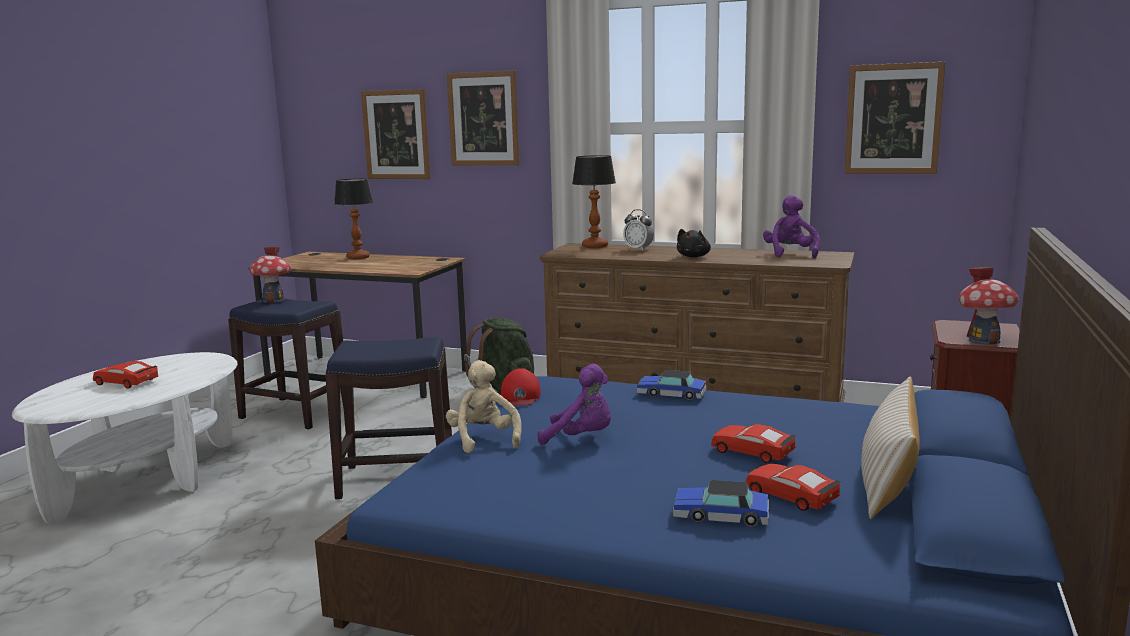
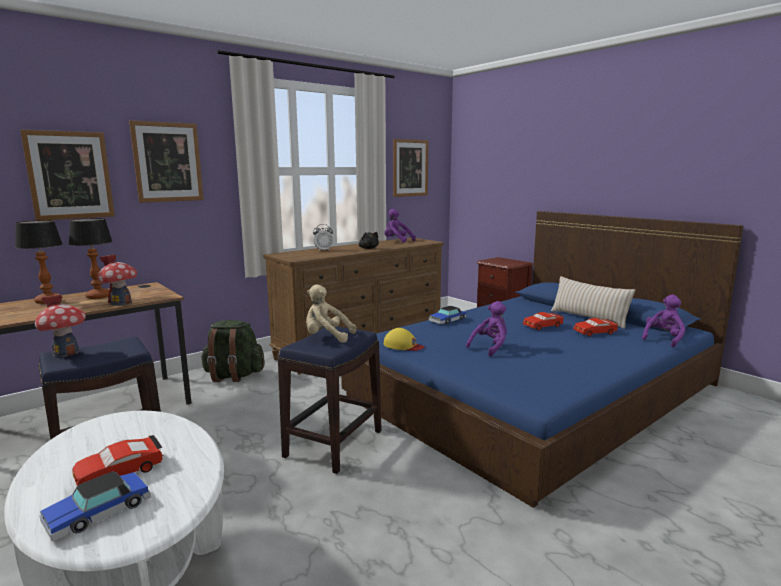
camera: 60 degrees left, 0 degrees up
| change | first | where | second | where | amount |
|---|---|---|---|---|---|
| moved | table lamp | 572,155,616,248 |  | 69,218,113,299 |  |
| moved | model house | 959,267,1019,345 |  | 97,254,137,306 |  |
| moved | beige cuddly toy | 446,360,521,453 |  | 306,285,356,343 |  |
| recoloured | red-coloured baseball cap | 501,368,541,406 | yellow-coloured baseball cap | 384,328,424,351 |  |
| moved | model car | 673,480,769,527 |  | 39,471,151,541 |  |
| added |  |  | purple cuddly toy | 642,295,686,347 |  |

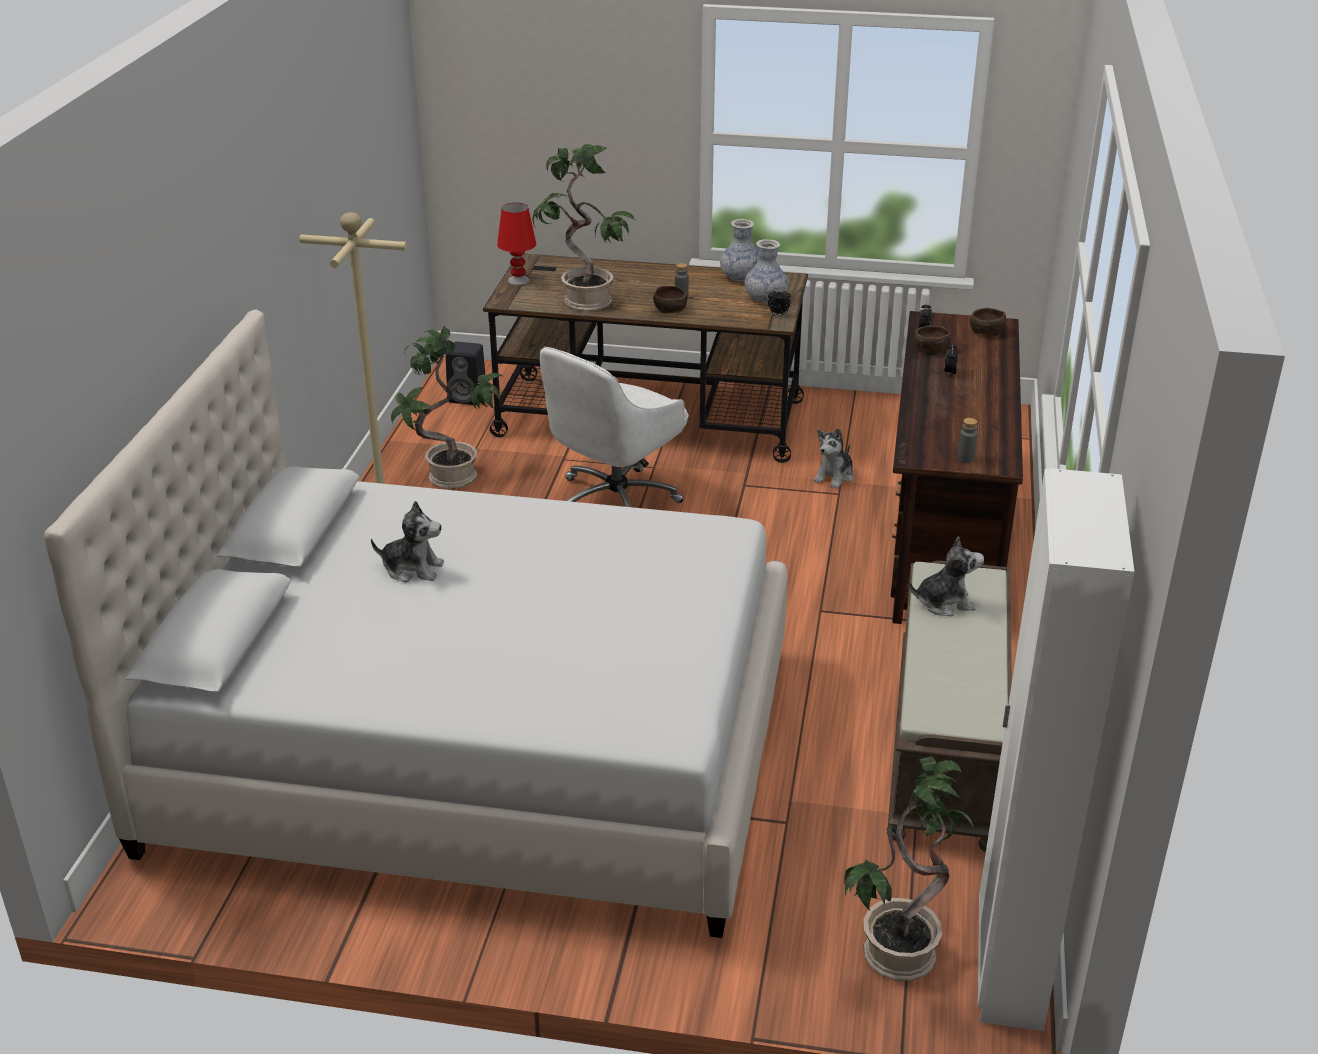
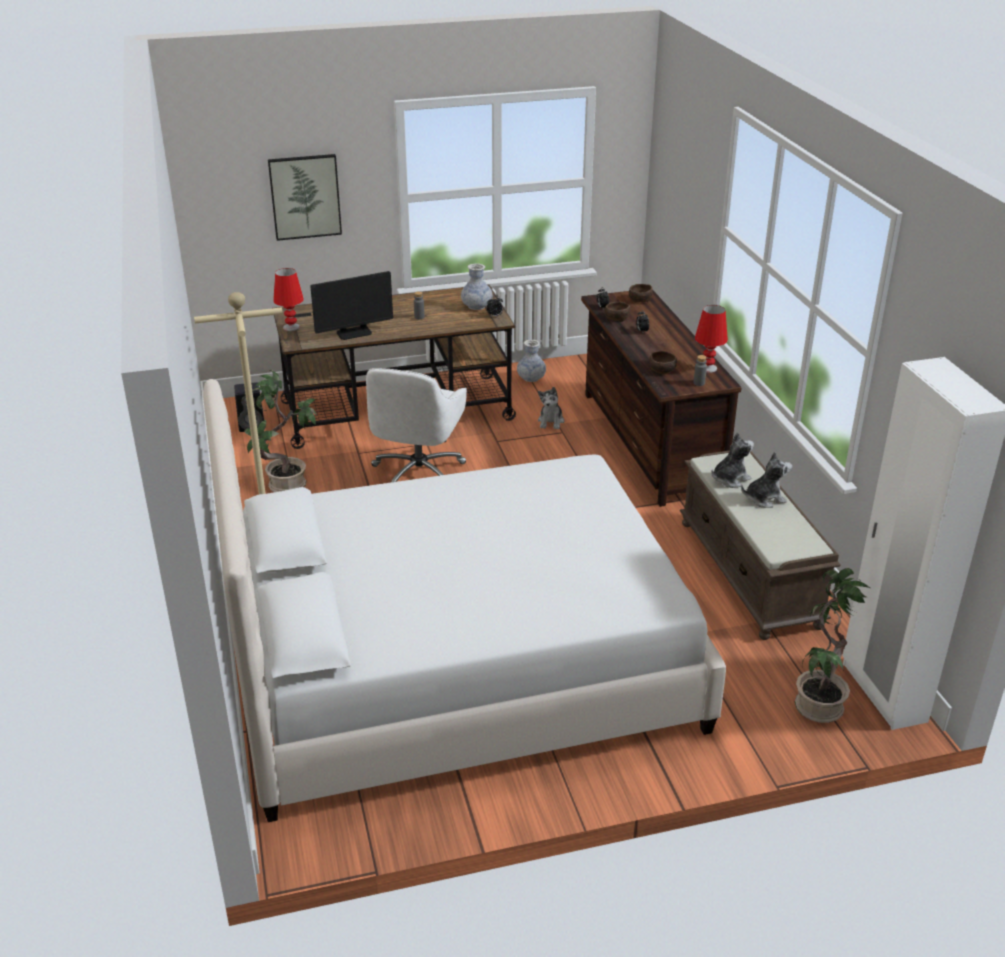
camera: 25 degrees left, 0 degrees up
| change | first | where | second | where | amount |
|---|---|---|---|---|---|
| replaced | plant in a pot | 532,144,636,311 | computer display | 310,271,393,340 |  |
| moved | decorative vase | 720,219,759,282 |  | 517,340,546,382 |  |
| moved | brownish serving bowl | 653,286,688,314 |  | 649,351,677,374 |  |
| moved | cuddly toy | 371,501,444,583 |  | 741,452,792,508 |  |
| added |  |  | wall art | 268,154,342,241 |  |
| added |  |  | red-coloured table lamp | 695,305,728,373 |  |

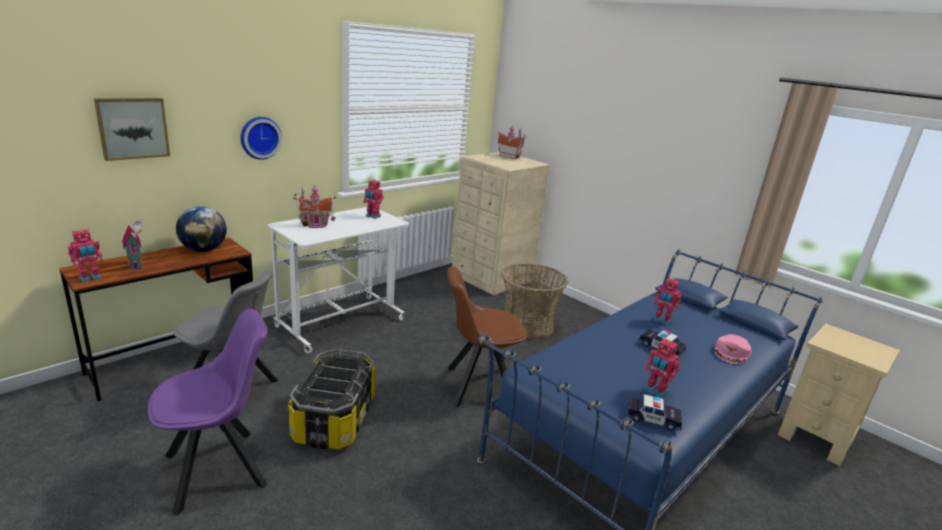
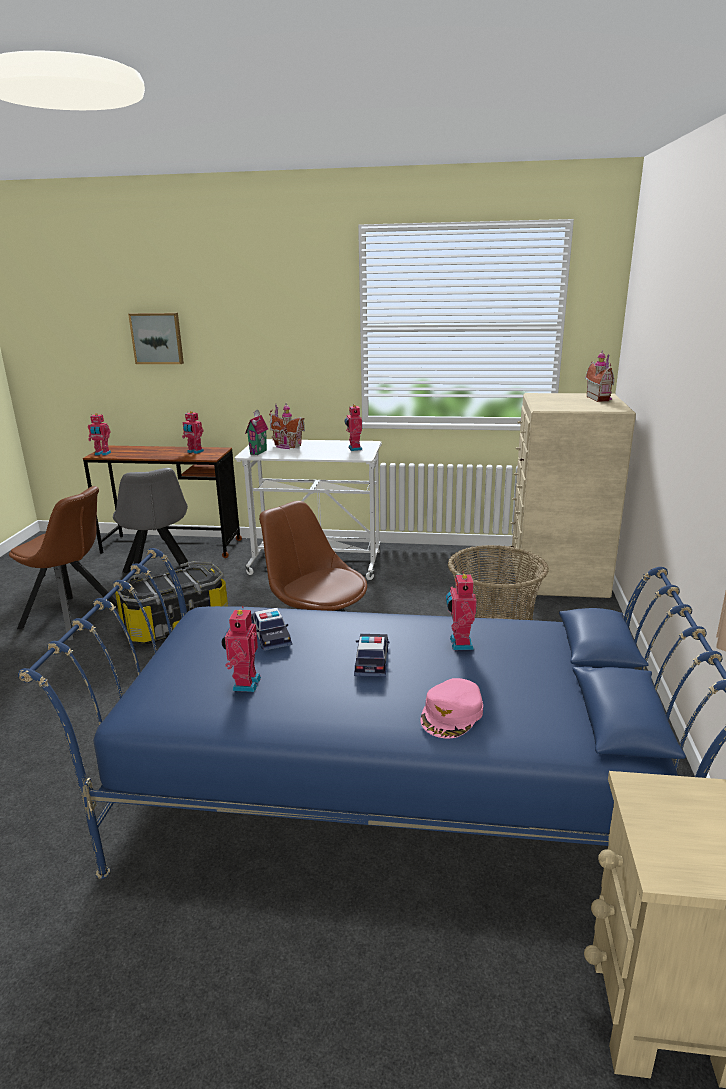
camera: 55 degrees right, 0 degrees up
| change | first | where | second | where | amount |
|---|---|---|---|---|---|
| removed | hanging clock | 240,117,282,160 |  |  |  |
| replaced | desk globe | 176,206,227,252 | model robot | 182,411,204,454 |  |
| moved | model house | 122,221,142,270 |  | 245,410,268,455 |  |
| recoloured | purple upright chair | 148,309,268,516 | brownish upright chair | 9,486,118,640 |  |
| turned | pink baseball cap | 715,334,751,364 |  | 421,678,483,738 | 60 degrees counterclockwise |
| moved | model car | 627,394,682,431 |  | 251,608,292,650 |  |

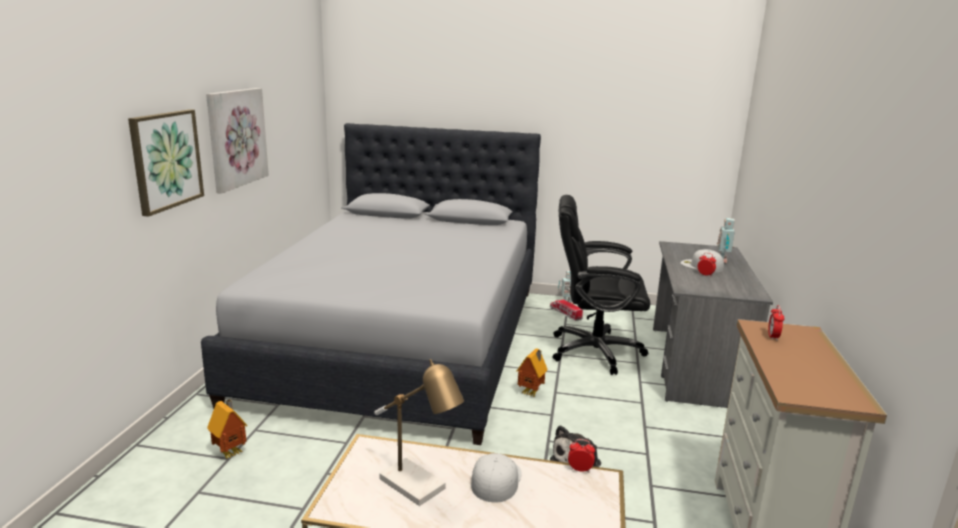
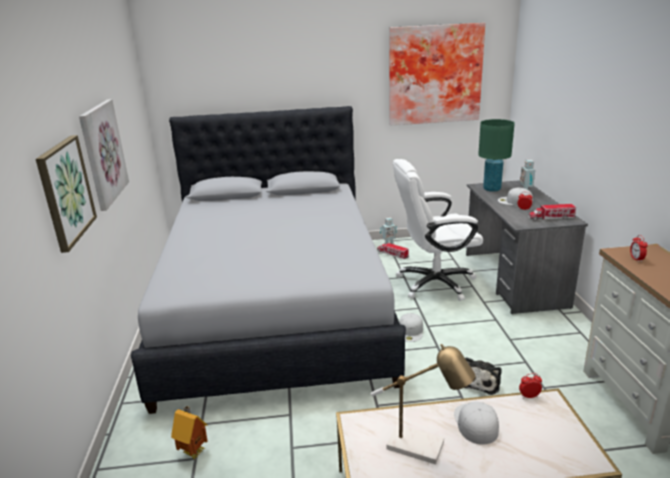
camera: 15 degrees left, 5 degrees up
| change | first | where | second | where | amount |
|---|---|---|---|---|---|
| recoloured | black-coloured desk chair | 552,195,650,375 | whitish desk chair | 393,159,483,301 |  |
| replaced | model house | 517,349,548,397 | whitish baseball cap | 399,313,423,342 |  |
| added |  |  | wall art | 390,23,485,126 |  |
| added |  |  | green-coloured table lamp | 478,119,515,192 |  |
| added |  |  | toy lorry | 528,204,576,221 |  |

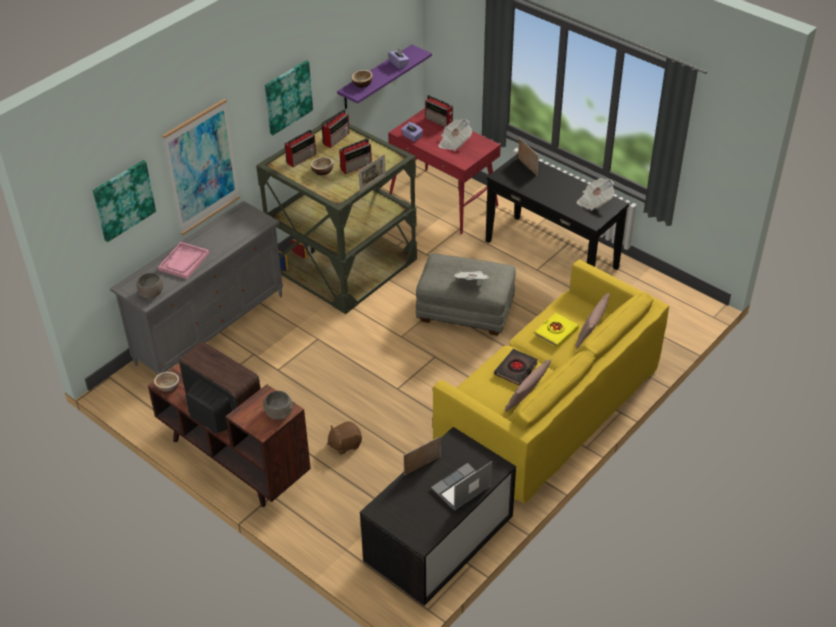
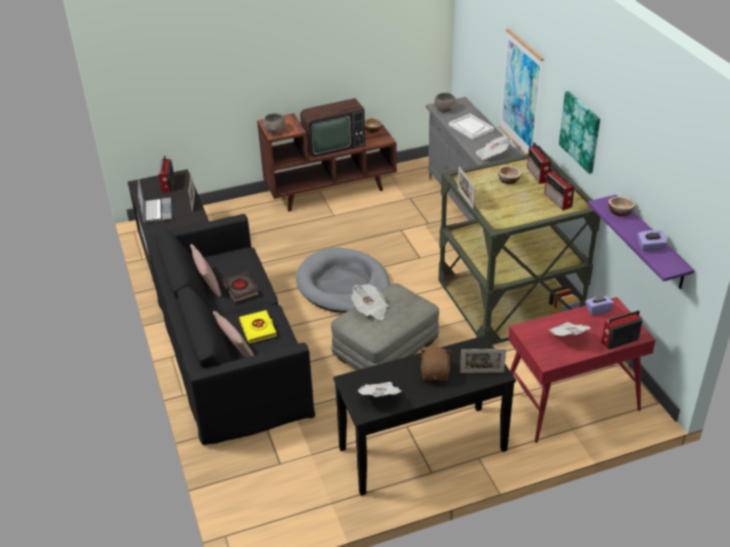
camera: 120 degrees right, 5 degrees down
| change | first | where | second | where | amount |
|---|---|---|---|---|---|
| moved | radio receiver | 339,138,372,174 |  | 159,156,174,193 |  |
| removed | wall art | 93,160,156,242 |  |  |  |
| recoloured | pink serving tray | 158,242,209,279 | whitish serving tray | 449,114,494,140 |  |
| recoloured | yellow-coloured couch | 433,259,669,503 | black-coloured couch | 146,214,315,445 |  |
| moved | brownish cuddly toy | 327,421,362,455 |  | 420,347,451,381 |  |
| added |  |  | printed paper | 476,135,512,160 |  |
| added |  |  | gray dog bed | 296,248,390,313 |  |

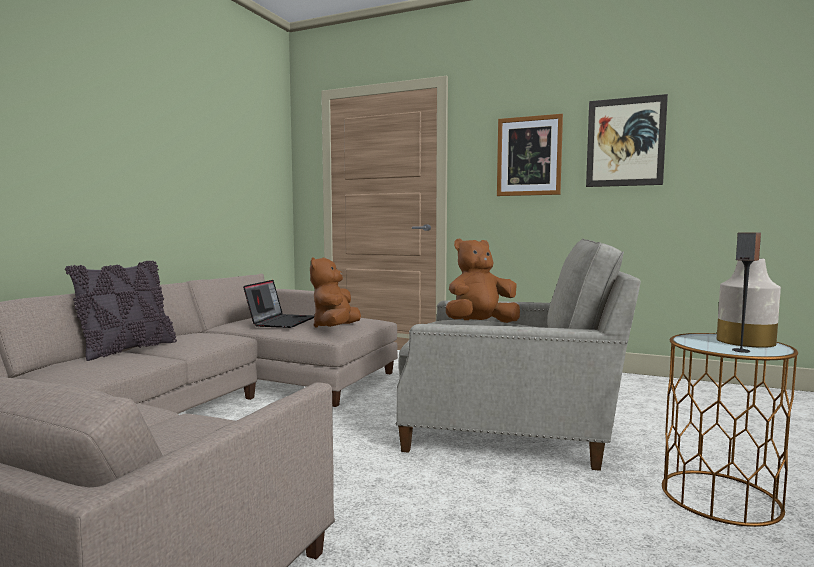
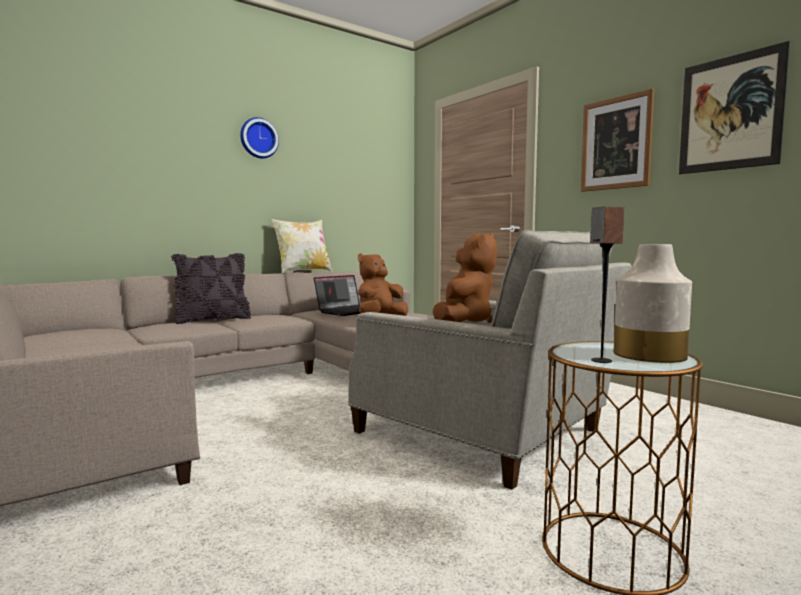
camera: 30 degrees right, 0 degrees up
| change | first | where | second | where | amount |
|---|---|---|---|---|---|
| turned | brownish cuddly toy | 446,238,520,323 |  | 433,232,497,323 | 105 degrees clockwise |
| added |  |  | hanging clock | 240,117,279,158 |  |
| added |  |  | cushion | 272,219,333,273 |  |

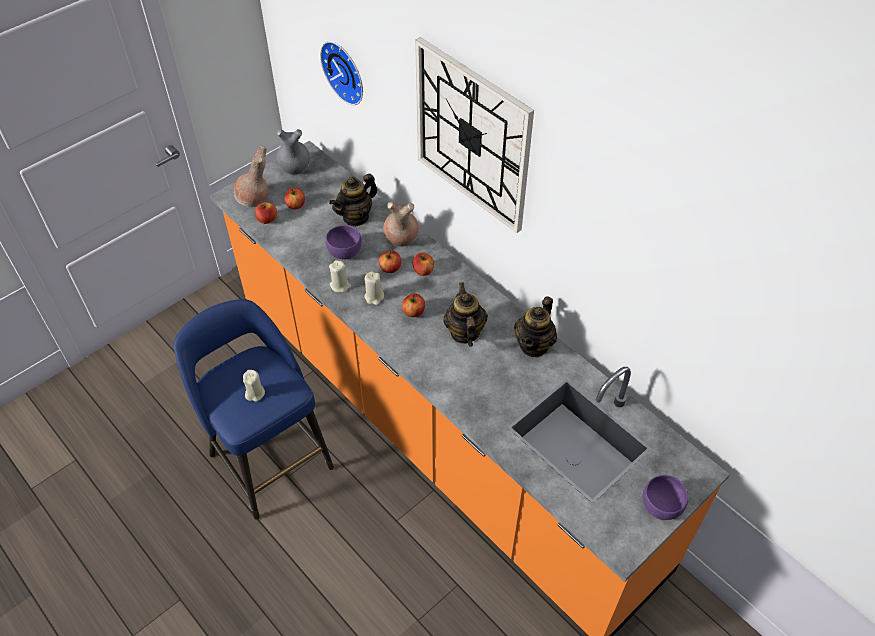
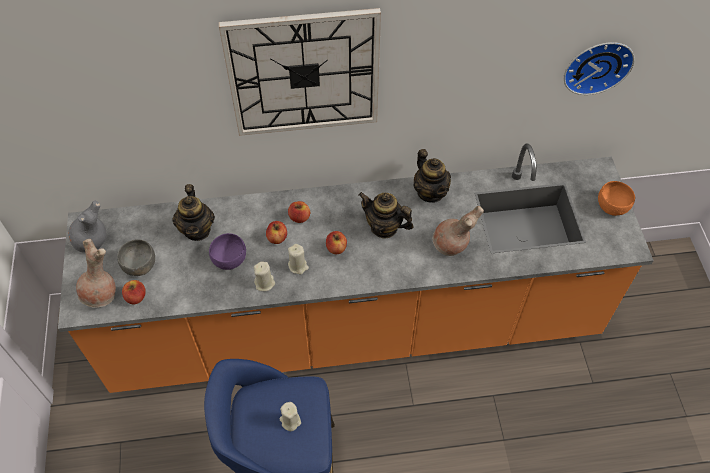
camera: 55 degrees left, 5 degrees up
| change | first | where | second | where | amount |
|---|---|---|---|---|---|
| moved | hanging clock | 320,41,363,105 |  | 564,42,635,95 |  |
| replaced | whole apple | 284,187,305,210 | gray serving bowl | 117,239,155,276 |  |
| moved | brownish decorative vase | 383,202,419,247 |  | 433,206,484,256 |  |
| recoloured | purple serving bowl | 643,475,689,520 | orange serving bowl | 598,181,635,216 |  |

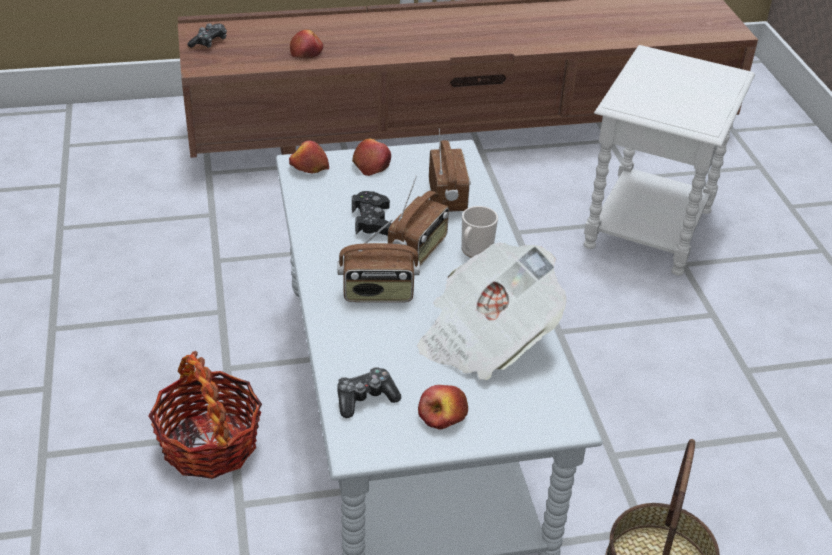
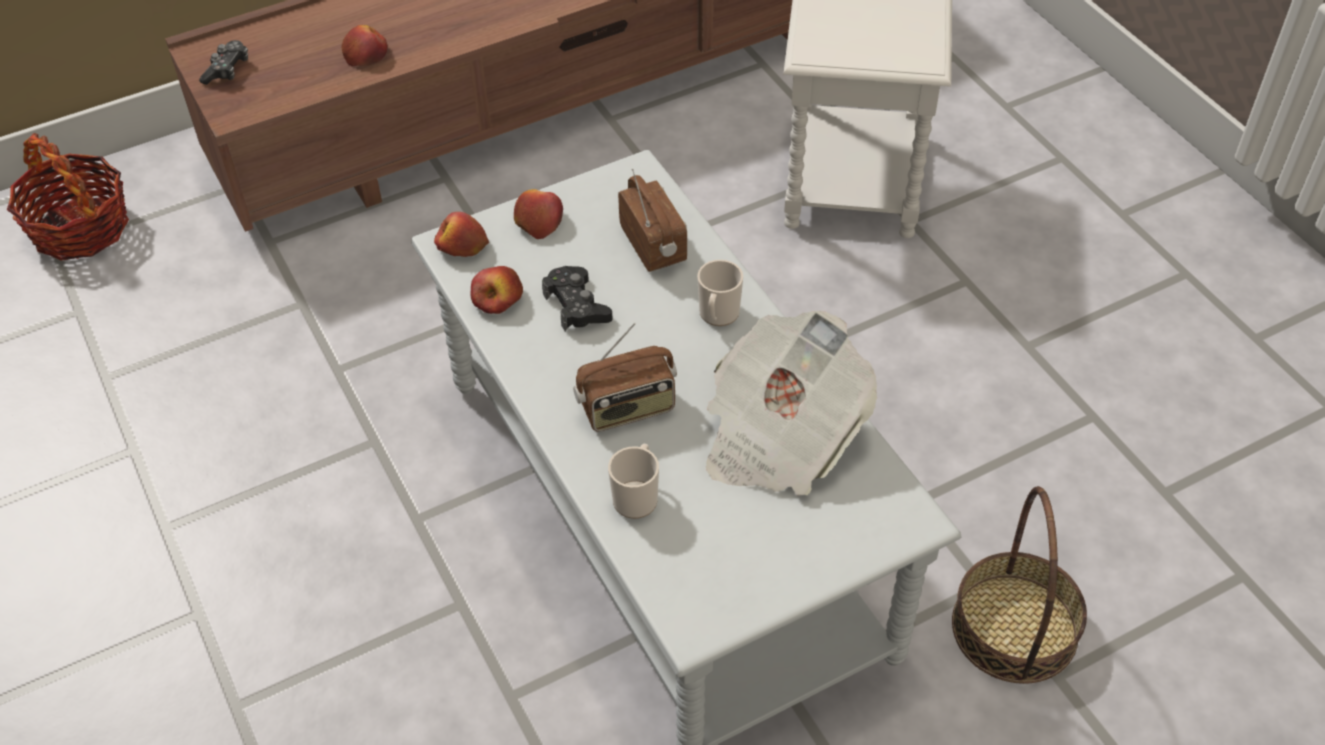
camera: 15 degrees left, 10 degrees up
| change | first | where | second | where | amount |
|---|---|---|---|---|---|
| removed | radio receiver | 388,175,449,266 |  |  |  |
| moved | storage basket | 149,351,262,479 |  | 7,133,129,261 |  |
| removed | gamepad | 337,367,401,418 |  |  |  |
| moved | whole apple | 418,385,468,430 |  | 470,266,523,314 |  |
| added |  |  | mug | 608,444,659,519 |  |

